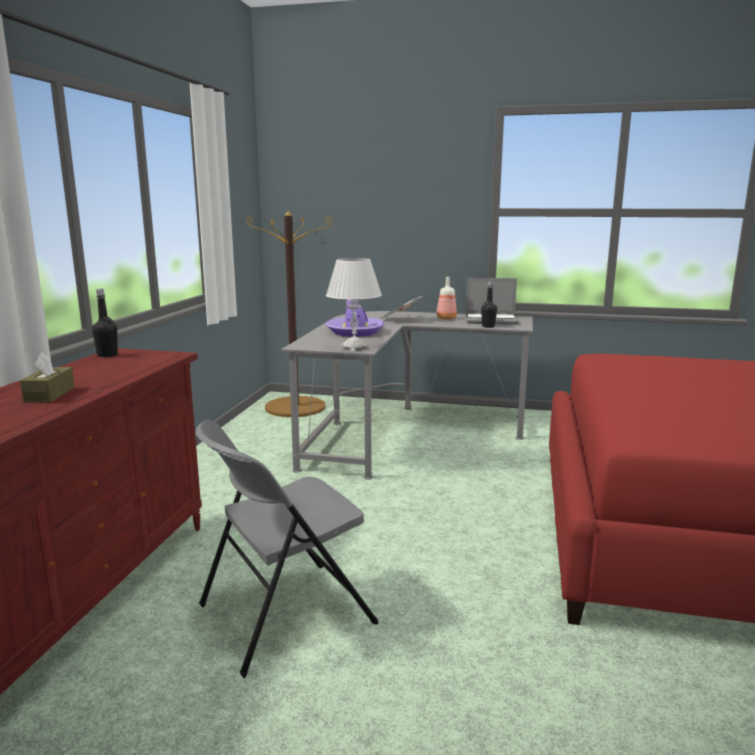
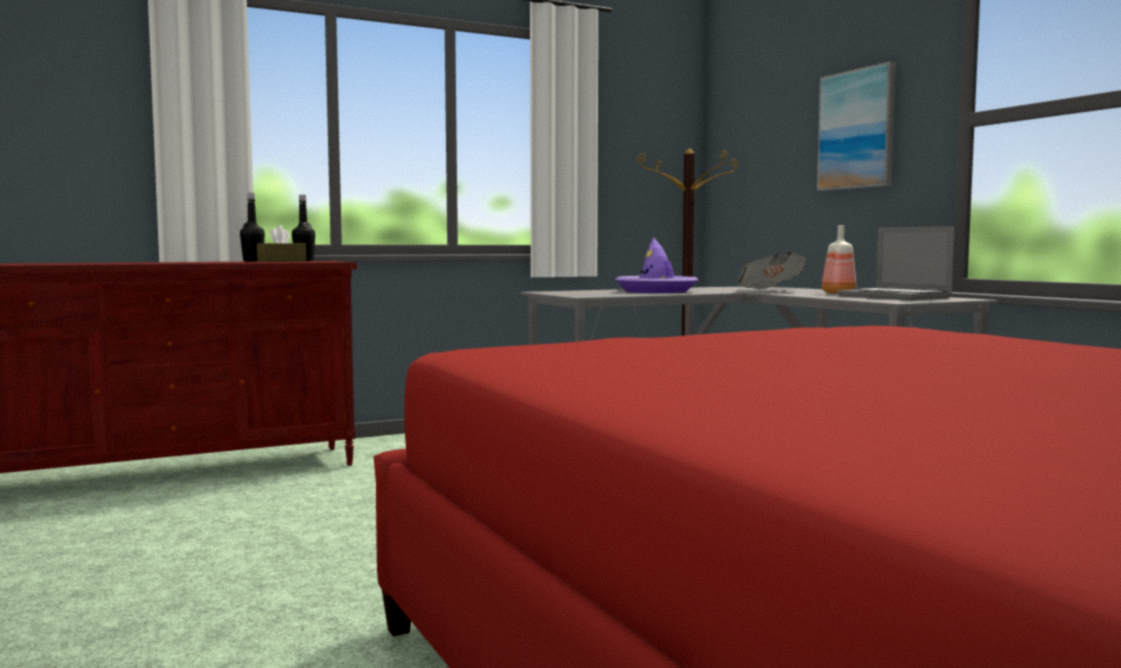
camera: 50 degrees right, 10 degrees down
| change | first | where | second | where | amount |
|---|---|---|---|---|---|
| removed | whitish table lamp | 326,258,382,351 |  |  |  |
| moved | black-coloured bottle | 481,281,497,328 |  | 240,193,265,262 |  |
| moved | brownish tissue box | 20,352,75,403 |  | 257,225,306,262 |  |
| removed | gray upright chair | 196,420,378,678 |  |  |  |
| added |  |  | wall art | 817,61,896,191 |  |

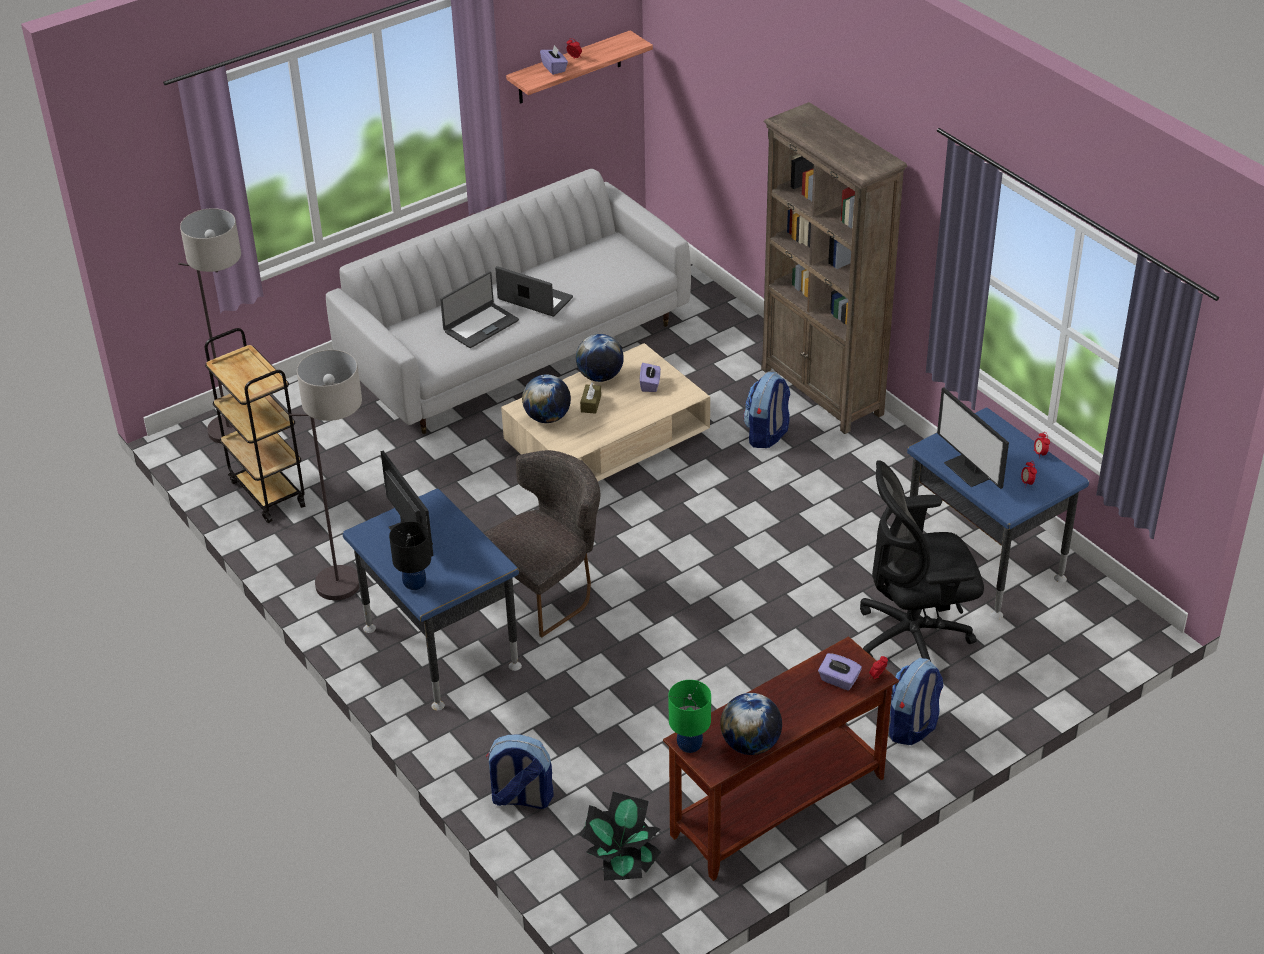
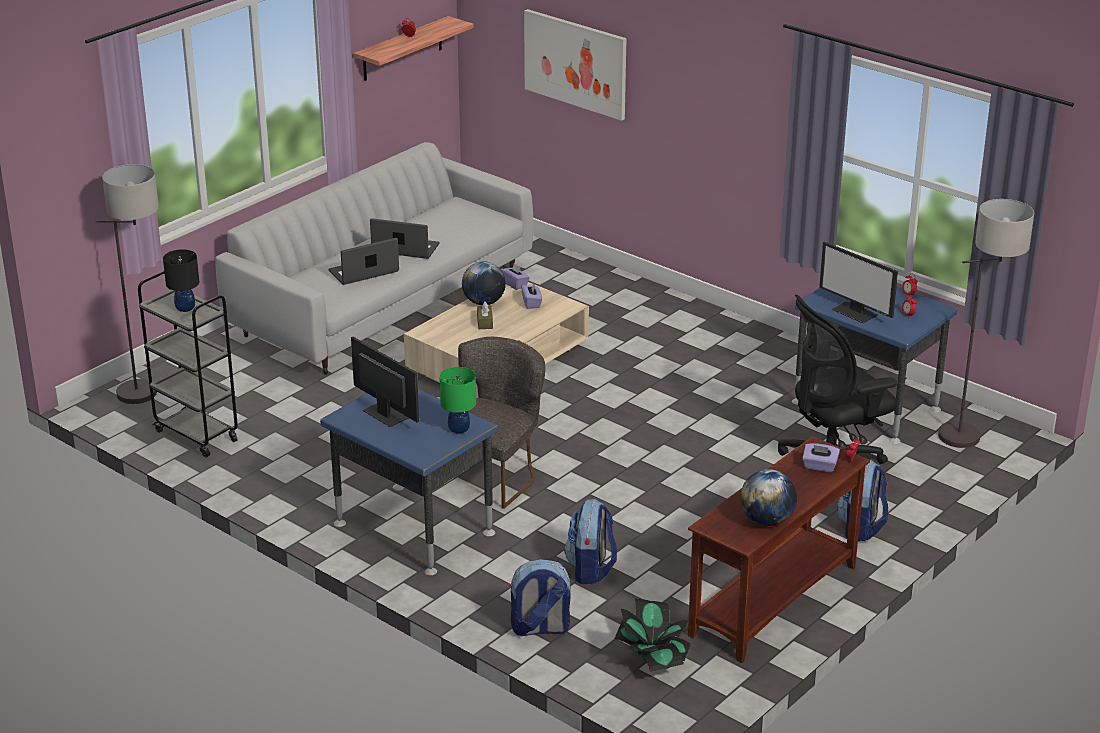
camera: 15 degrees left, 10 degrees down
| change | first | where | second | where | amount |
|---|---|---|---|---|---|
| moved | purple tissue box | 540,45,568,75 |  | 501,263,530,290 |  |
| removed | brownish bookshelf | 761,102,907,434 |  |  |  |
| turned | notebook computer | 440,271,519,348 |  | 329,238,399,285 | 150 degrees counterclockwise |
| recoloured | brownish wheeled cart | 205,328,305,523 | gray wheeled cart | 138,271,238,457 |  |
| moved | gray standard lamp | 289,350,362,600 |  | 938,199,1034,448 |  |
| moved | knapsack | 744,372,790,448 |  | 564,499,617,584 |  |
| removed | desk globe | 522,374,571,423 |  |  |  |
| moved | black-coloured table lamp | 389,522,431,590 |  | 163,249,199,312 |  |
| moved | green-coloured table lamp | 668,680,711,753 |  | 440,367,476,434 |  |
| added |  |  | wall art | 524,9,627,121 |  |

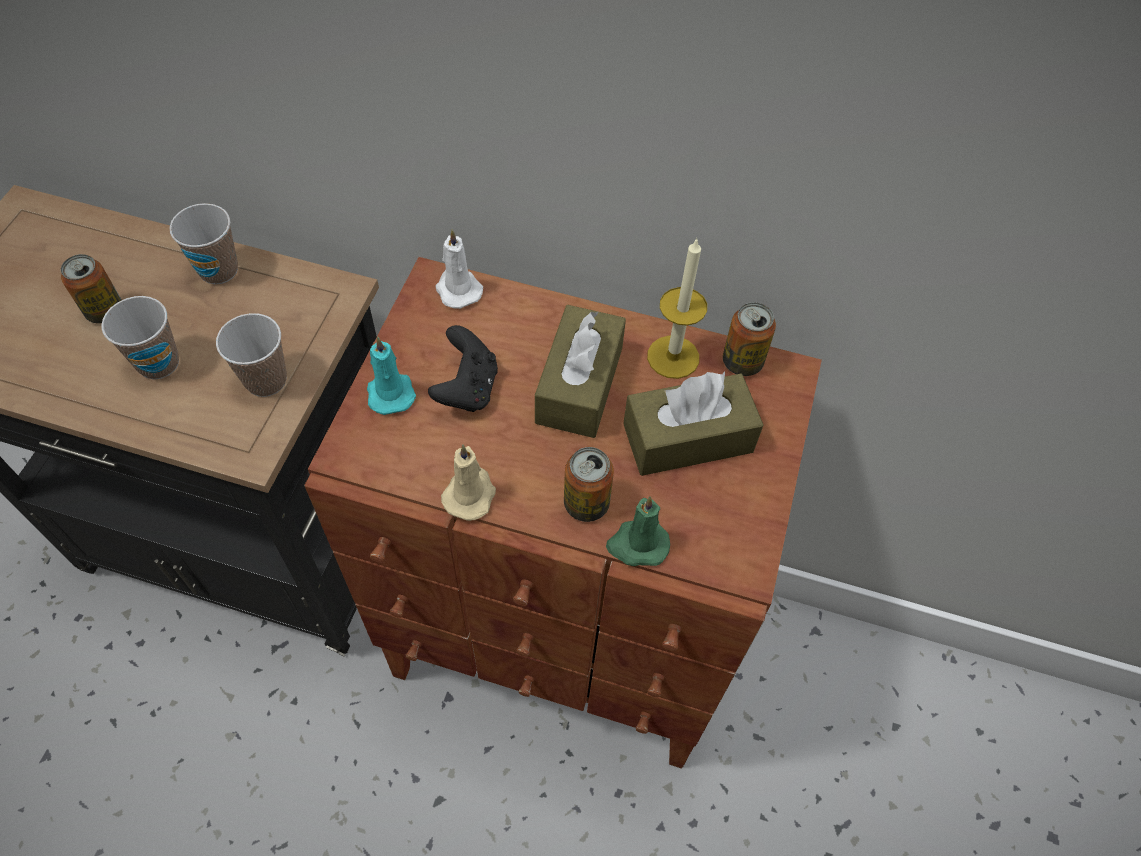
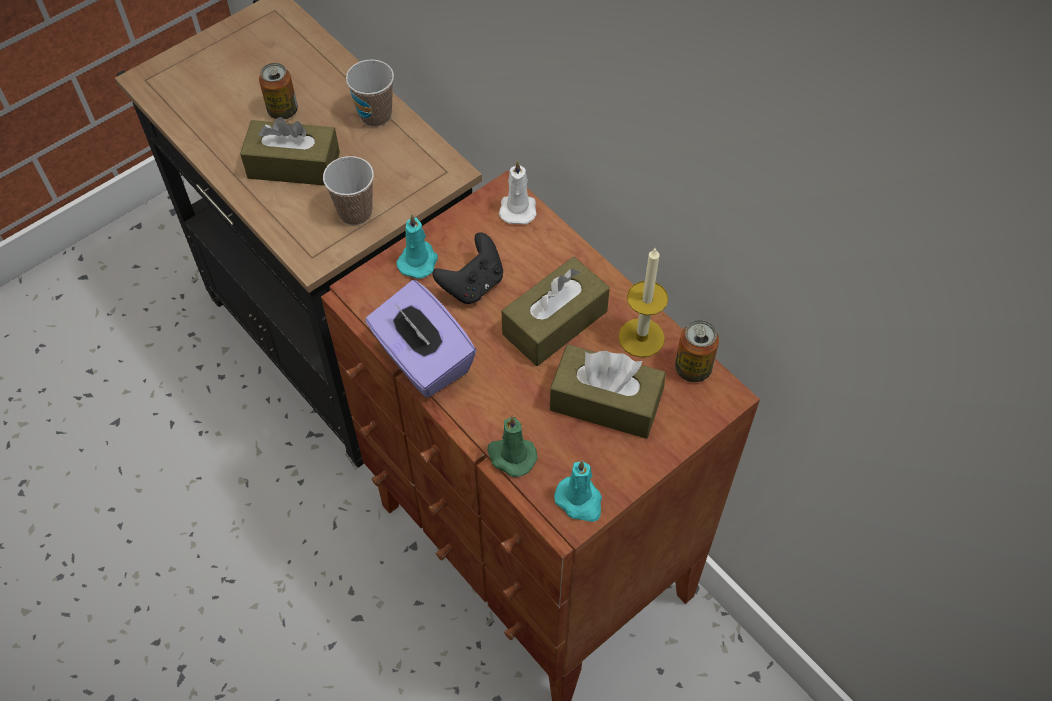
camera: 35 degrees right, 0 degrees up
| change | first | where | second | where | amount |
|---|---|---|---|---|---|
| replaced | drinking cup | 101,296,179,380 | brownish tissue box | 240,117,340,186 |  |
| replaced | beige candle | 441,444,496,521 | purple tissue box | 365,280,477,398 |  |
| removed | can | 564,447,614,522 |  |  |  |
| added |  |  | turquoise-coloured candle | 554,460,602,522 |  |

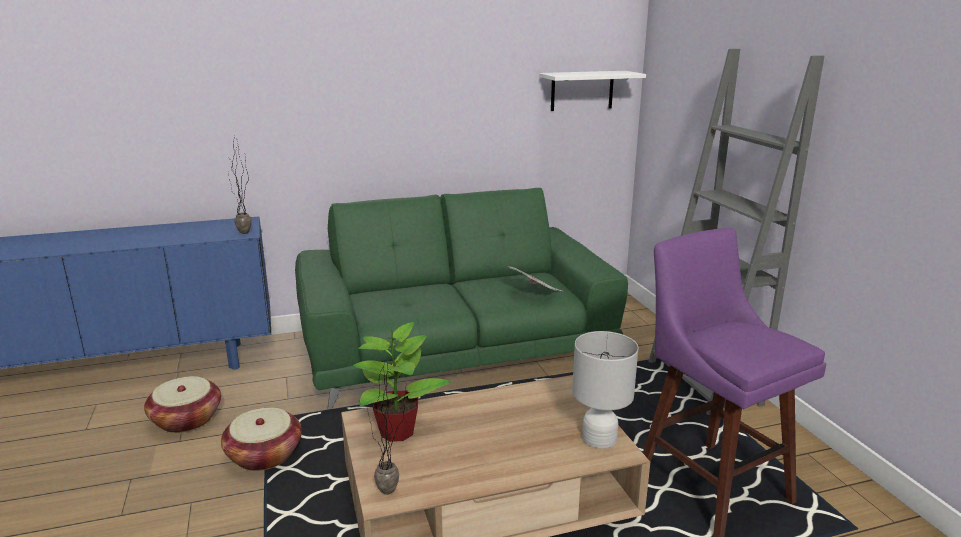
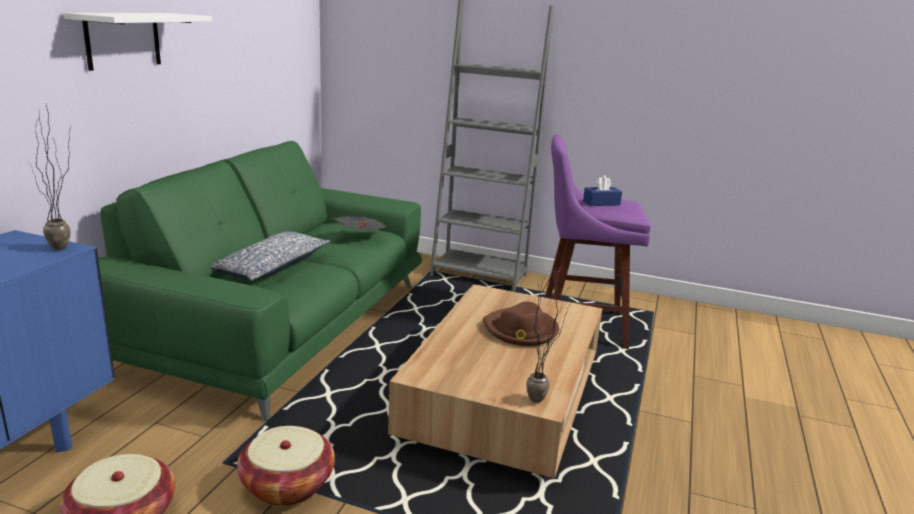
camera: 55 degrees left, 0 degrees up
| change | first | where | second | where | amount |
|---|---|---|---|---|---|
| moved | whitish wall shelf | 539,71,646,111 |  | 64,13,212,71 |  |
| removed | plant in a pot | 353,322,451,442 |  |  |  |
| removed | gray table lamp | 572,331,639,449 |  |  |  |
| added |  |  | blue-coloured tissue box | 583,175,622,206 |  |
| added |  |  | cushion | 211,231,330,281 |  |
| added |  |  | brownish hat | 483,301,559,346 |  |

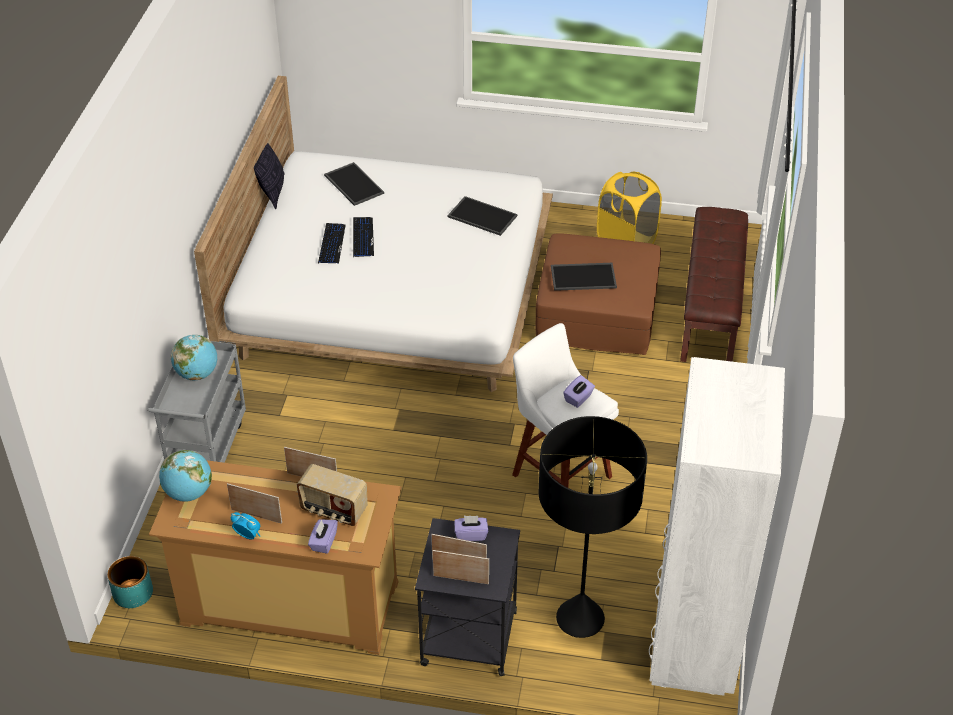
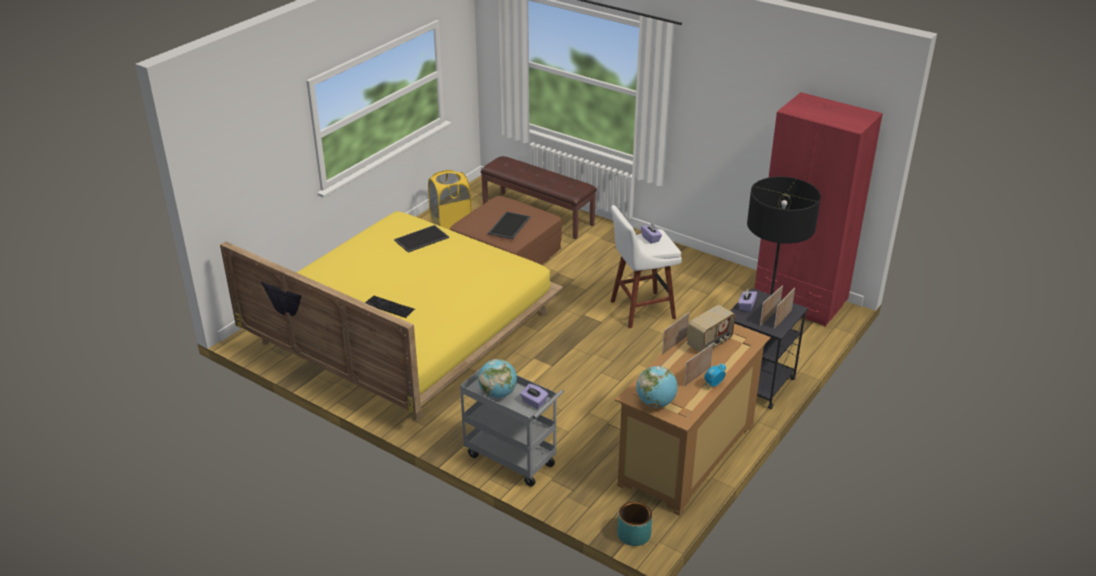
camera: 65 degrees left, 10 degrees down
| change | first | where | second | where | amount |
|---|---|---|---|---|---|
| recoloured | whitish bedroom bed | 194,76,553,392 | yellow-coloured bedroom bed | 220,211,563,421 |  |
| removed | serving tray | 324,162,384,206 |  |  |  |
| removed | computer keyboard | 353,217,374,257 |  |  |  |
| recoloured | whitish clothes cupboard | 649,357,785,696 | red-coloured clothes cupboard | 754,92,883,327 |  |
| moved | purple tissue box | 308,520,338,554 |  | 520,384,548,409 |  |

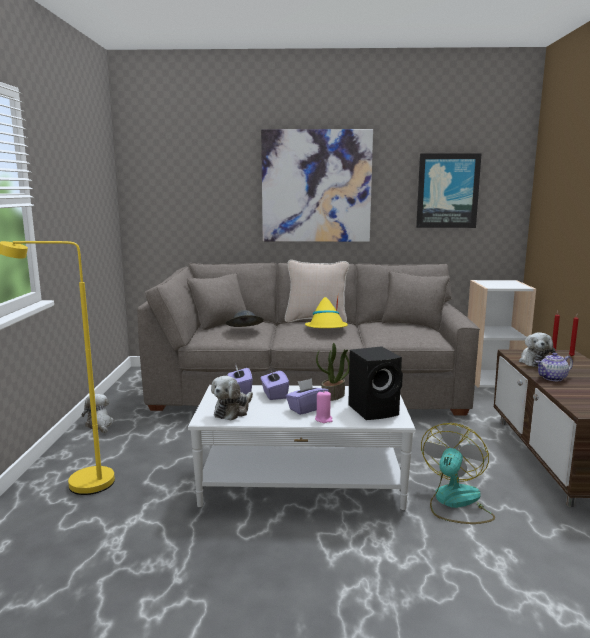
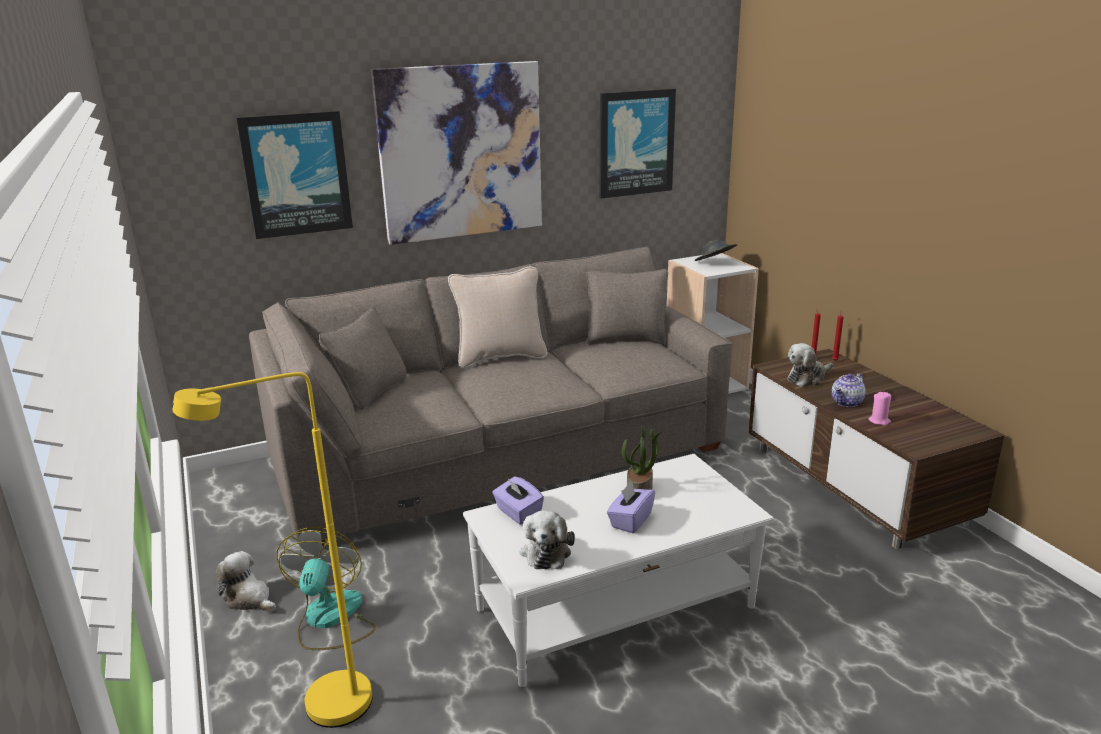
camera: 25 degrees left, 10 degrees up
| change | first | where | second | where | amount |
|---|---|---|---|---|---|
| removed | yellow-coloured hat | 305,297,348,328 |  |  |  |
| moved | gray hat | 226,310,264,327 |  | 695,239,737,261 |  |
| turned | cuddly toy | 519,332,556,367 |  | 787,343,833,387 | 75 degrees clockwise |
| removed | black-coloured loudspeaker | 348,346,403,420 |  |  |  |
| removed | purple tissue box | 260,366,289,400 |  |  |  |
| moved | pink candle | 315,391,333,423 |  | 869,392,891,425 |  |
| moved | electric fan | 421,423,495,524 |  | 277,527,376,651 |  |
| added |  |  | wall art | 236,111,353,239 |  |

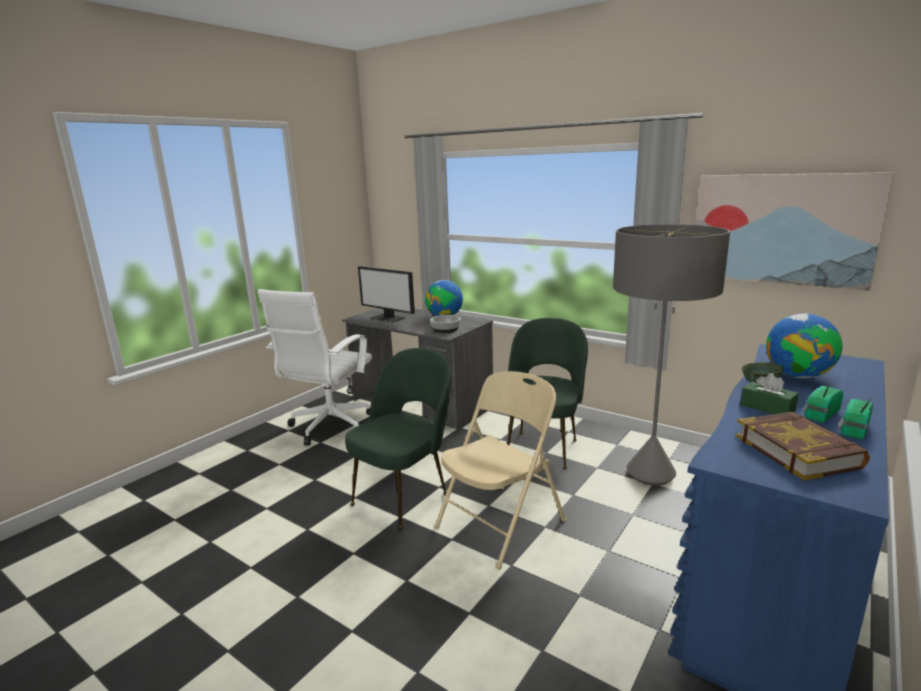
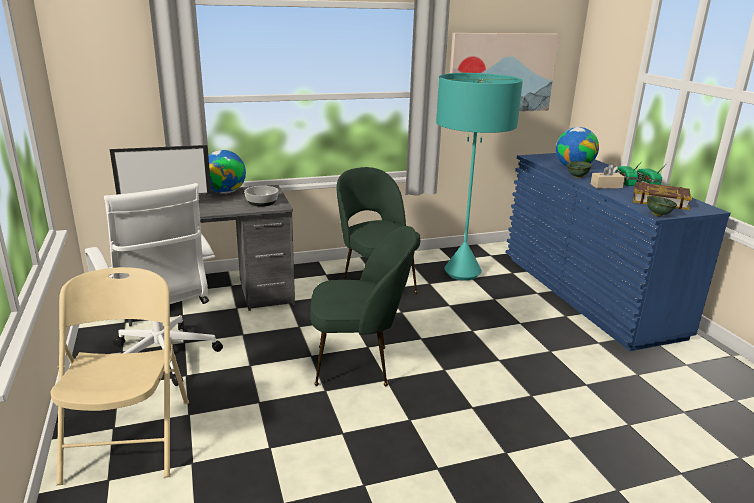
camera: 55 degrees left, 5 degrees up
| change | first | where | second | where | amount |
|---|---|---|---|---|---|
| recoloured | gray standard lamp | 613,224,730,486 | turquoise-coloured standard lamp | 436,73,523,281 |  |
| turned | green-coloured upright chair | 345,348,451,530 |  | 310,226,417,386 | 105 degrees clockwise |
| moved | beige upright chair | 434,371,566,570 |  | 51,267,189,485 |  |
| recoloured | green-coloured tissue box | 740,373,799,414 | beige tissue box | 591,164,625,189 |  |
| added |  |  | green-coloured serving bowl | 647,196,677,216 |  |

